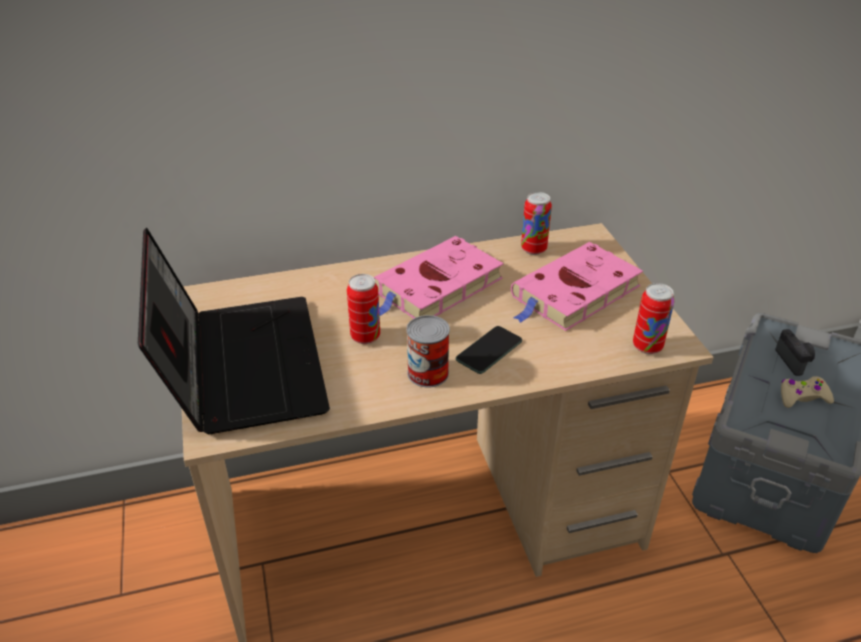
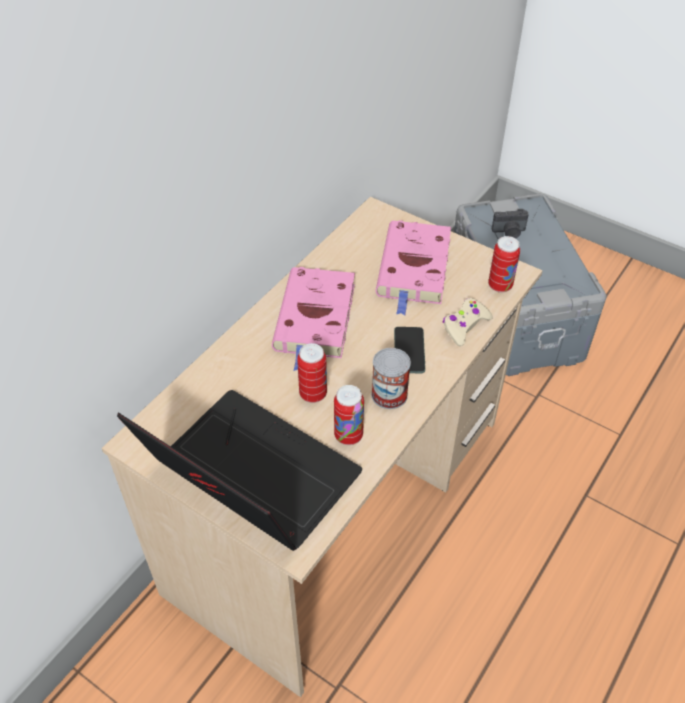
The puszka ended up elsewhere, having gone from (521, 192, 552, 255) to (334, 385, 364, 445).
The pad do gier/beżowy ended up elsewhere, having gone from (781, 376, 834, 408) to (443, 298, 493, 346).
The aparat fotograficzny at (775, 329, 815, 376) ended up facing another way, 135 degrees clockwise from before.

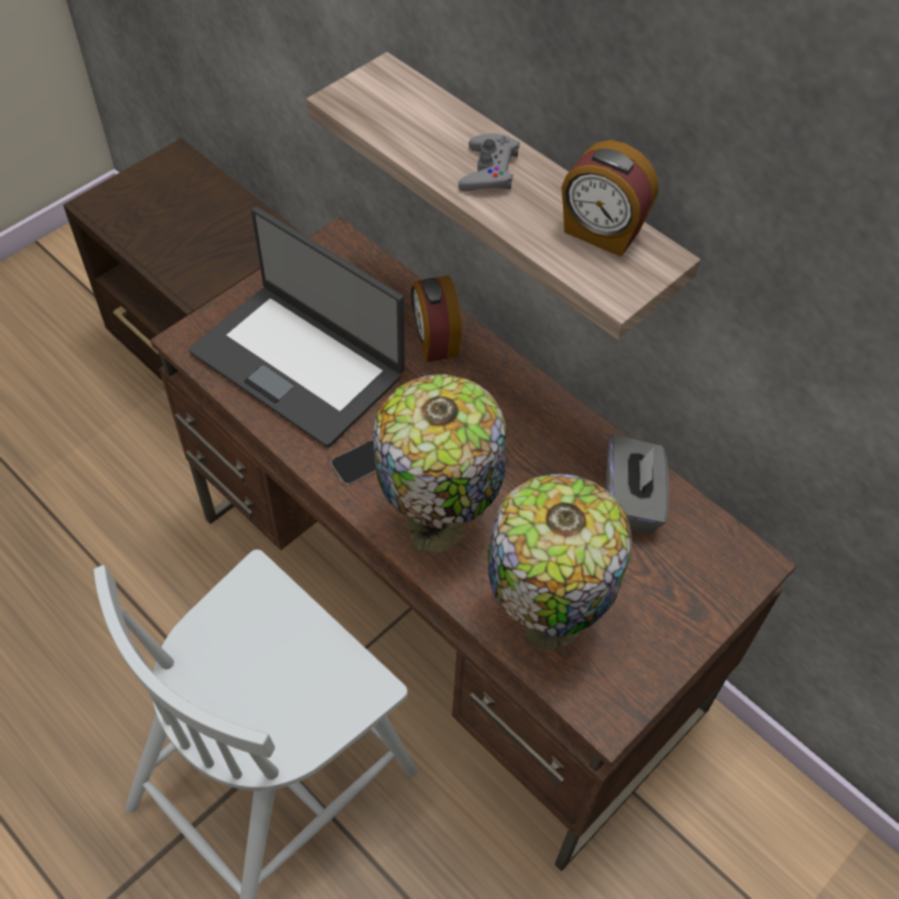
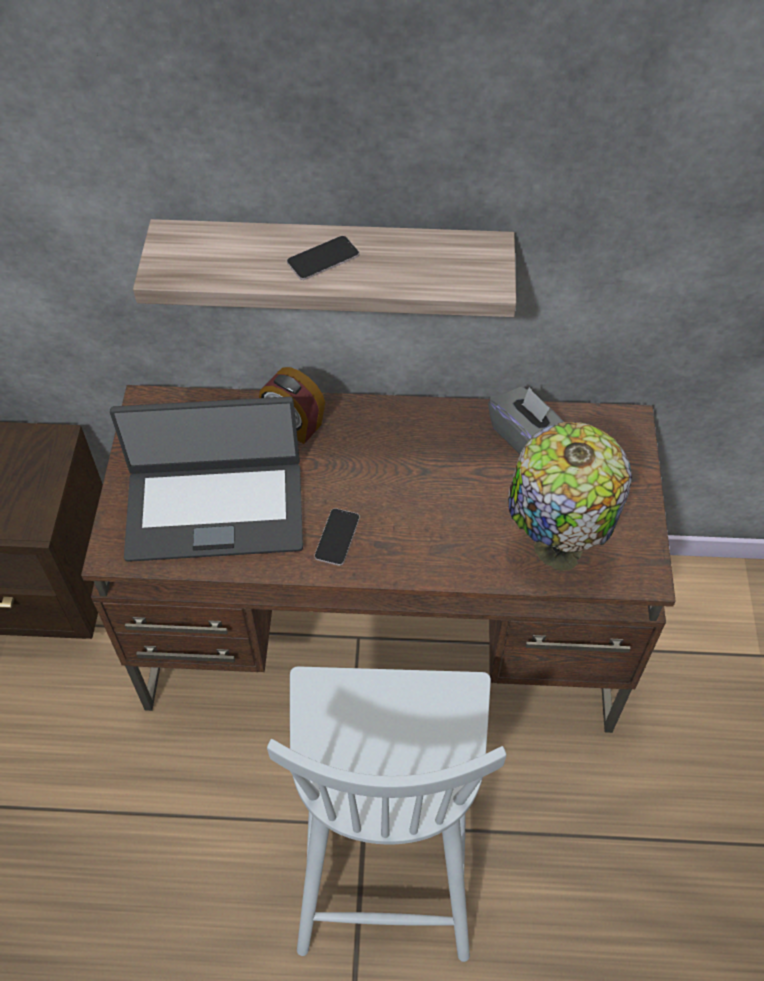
Where the pad do gier/szary stood at (458, 134, 520, 191), the telefon came to stand at (287, 236, 359, 280).
The second view lost the lampa stołowa at (373, 374, 506, 552).
The second view lost the budzik at (561, 140, 658, 257).

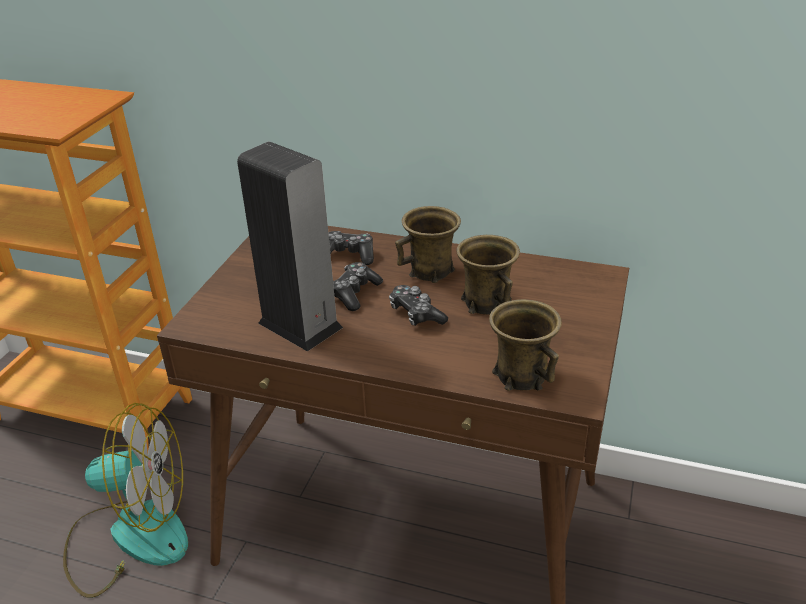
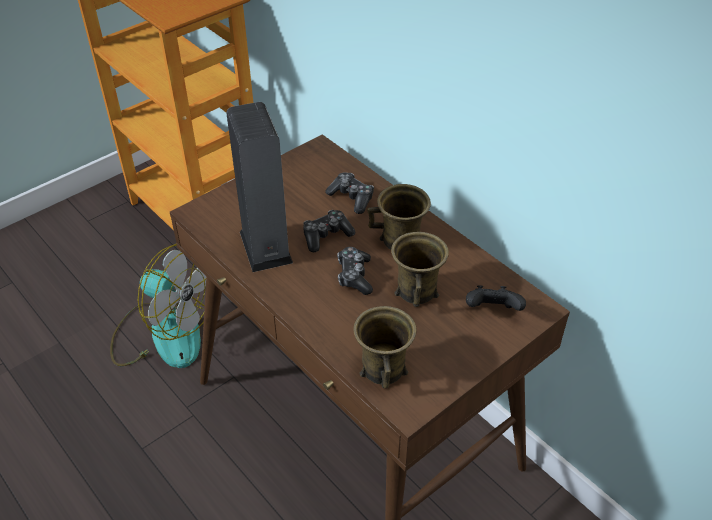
The second view gained the pad do gier/czarny at (466, 285, 526, 311).

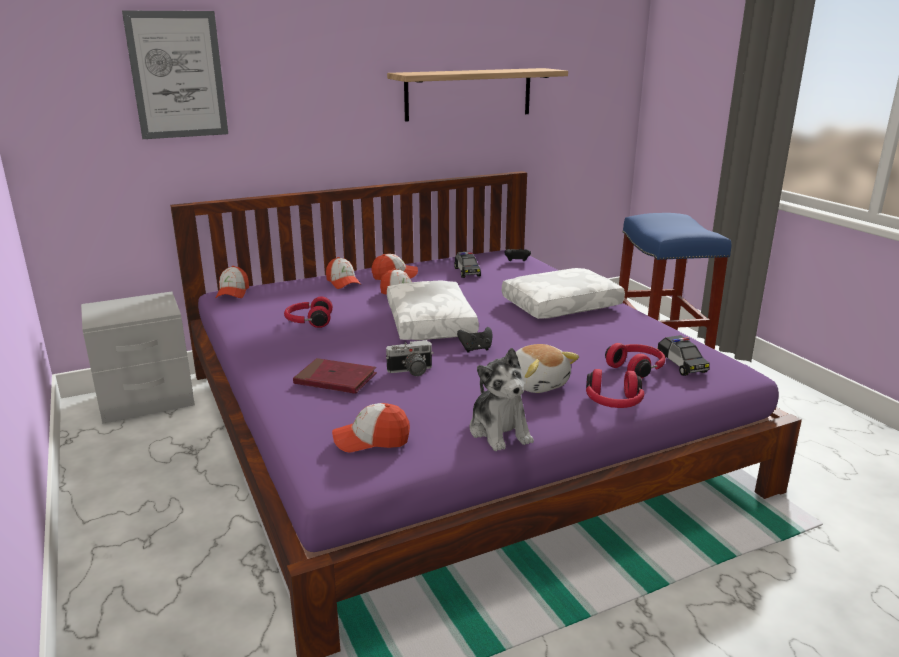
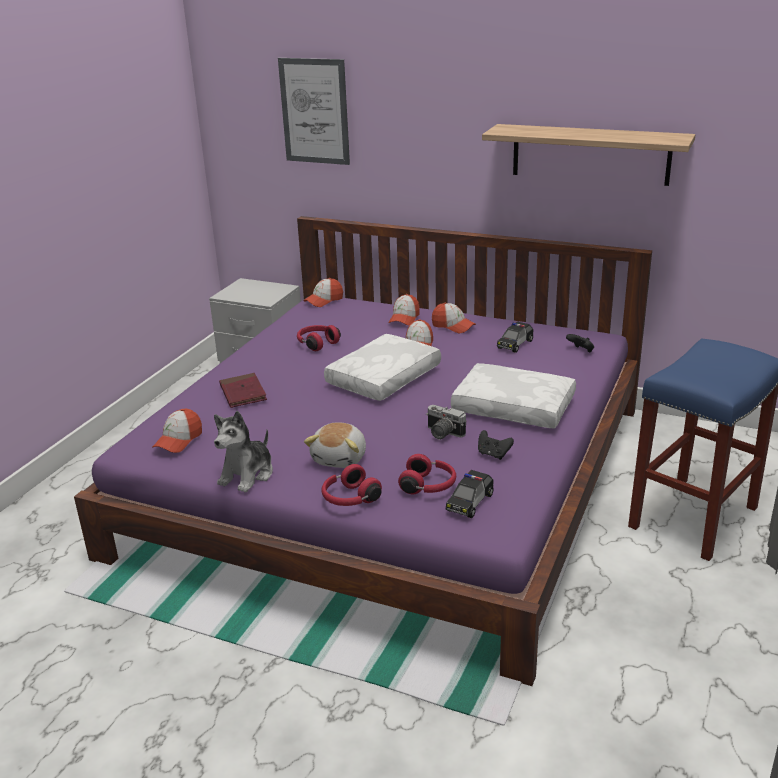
The czapka z daszkiem at (332, 403, 410, 453) ended up facing another way, 105 degrees counterclockwise from before.
The aparat fotograficzny ended up elsewhere, having gone from (386, 340, 434, 376) to (426, 405, 467, 440).
The pad do gier/czarny ended up elsewhere, having gone from (457, 327, 492, 353) to (478, 430, 514, 460).

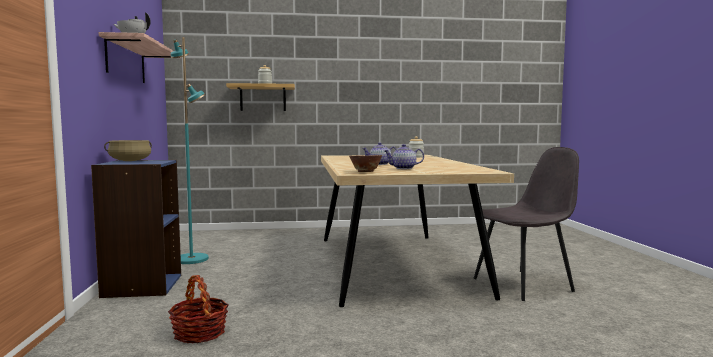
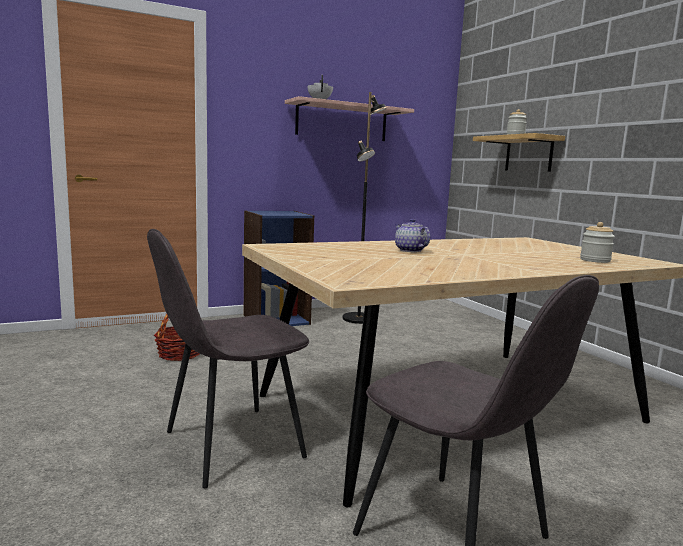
The second view gained the krzesło/szary at (147, 229, 309, 488).
What was the lampa stojąca/turkusowy at (170, 37, 209, 264) turned into the lampa stojąca/czarny at (343, 92, 386, 324).
The second view lost the garnek/beżowy at (104, 140, 152, 161).
The second view lost the miska at (349, 155, 382, 172).
The second view lost the imbryk at (384, 144, 424, 169).

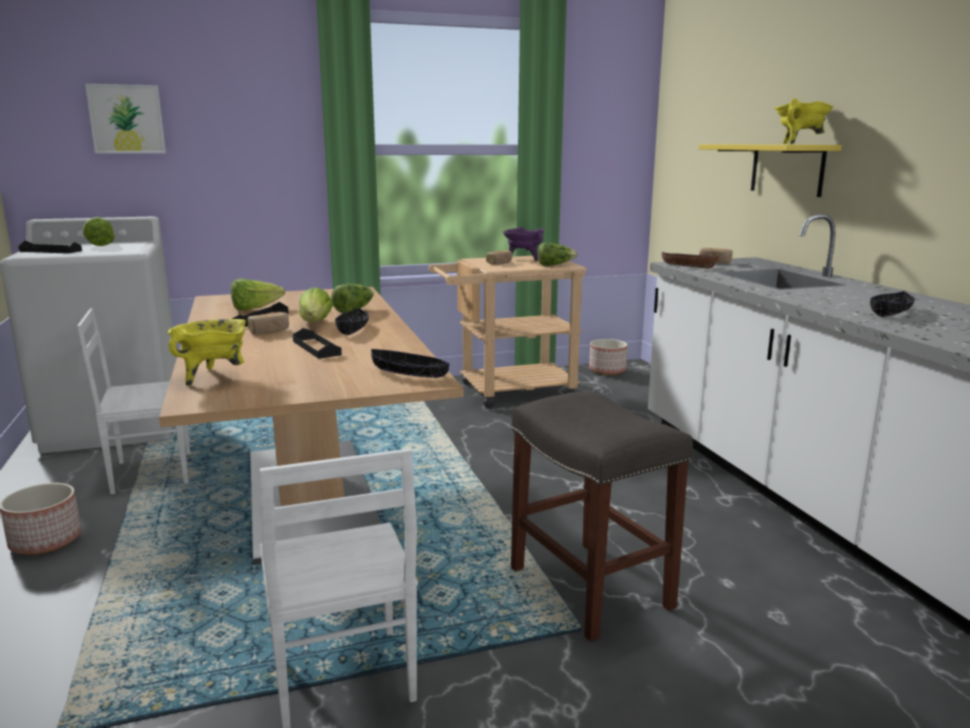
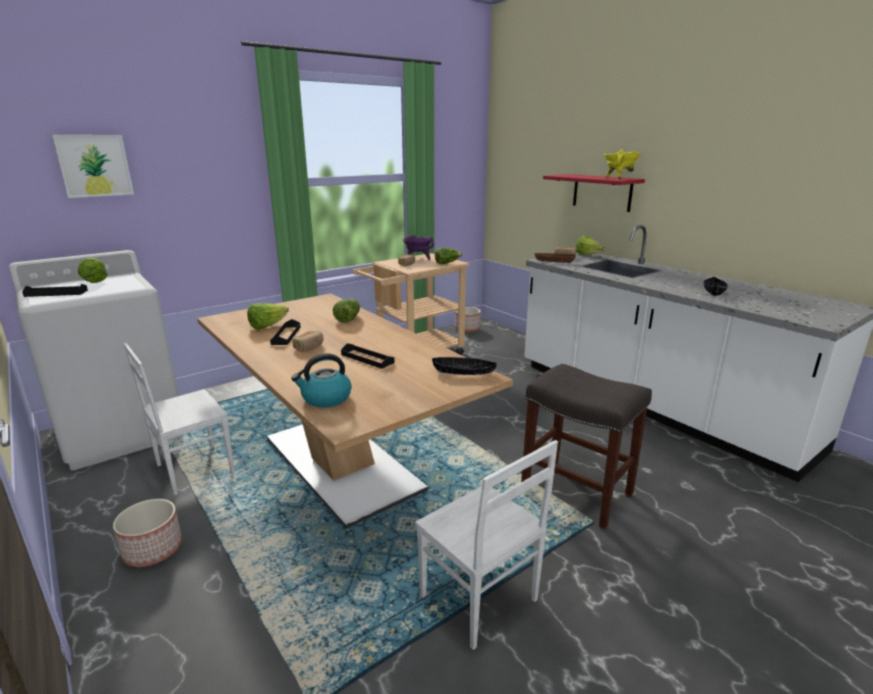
Where the garnek/żółty stood at (168, 319, 246, 386), the czajnik came to stand at (291, 353, 352, 407).
What was the półka/żółty at (699, 144, 842, 197) turned into the półka/czerwony at (543, 174, 645, 212).
The sałata ended up elsewhere, having gone from (299, 287, 333, 322) to (576, 235, 605, 255).
The second view lost the miska/czarny at (335, 308, 369, 336).

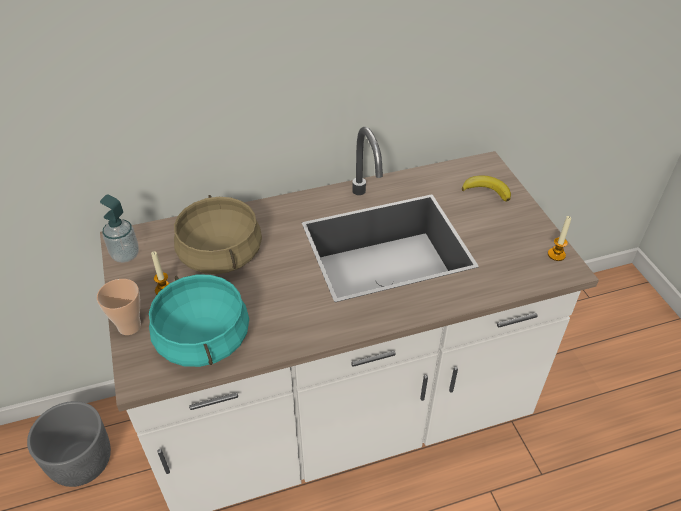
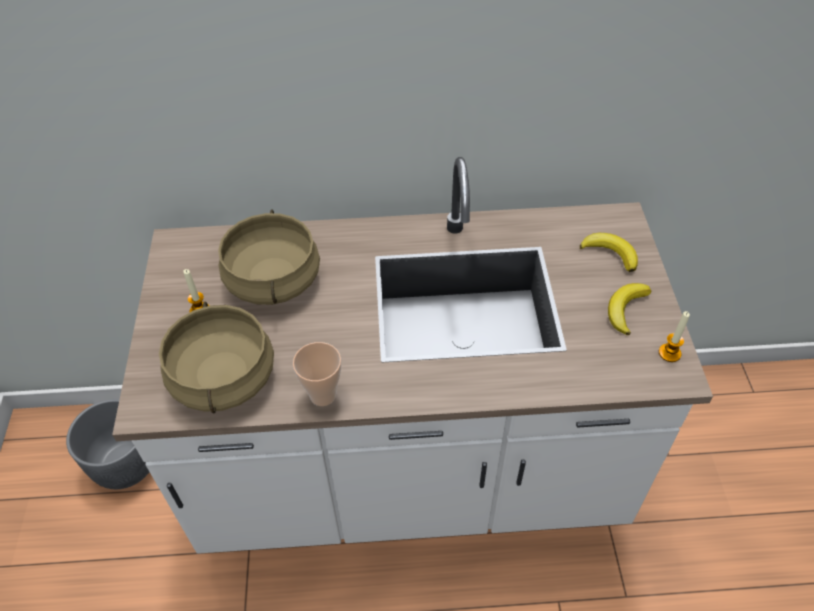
What was the garnek/turkusowy at (149, 275, 249, 367) turned into the garnek/beżowy at (159, 302, 274, 413).
The filiżanka ended up elsewhere, having gone from (97, 279, 141, 335) to (293, 342, 341, 406).
The second view gained the banan at (608, 283, 651, 335).
The second view lost the dozownik mydła at (100, 194, 139, 263).

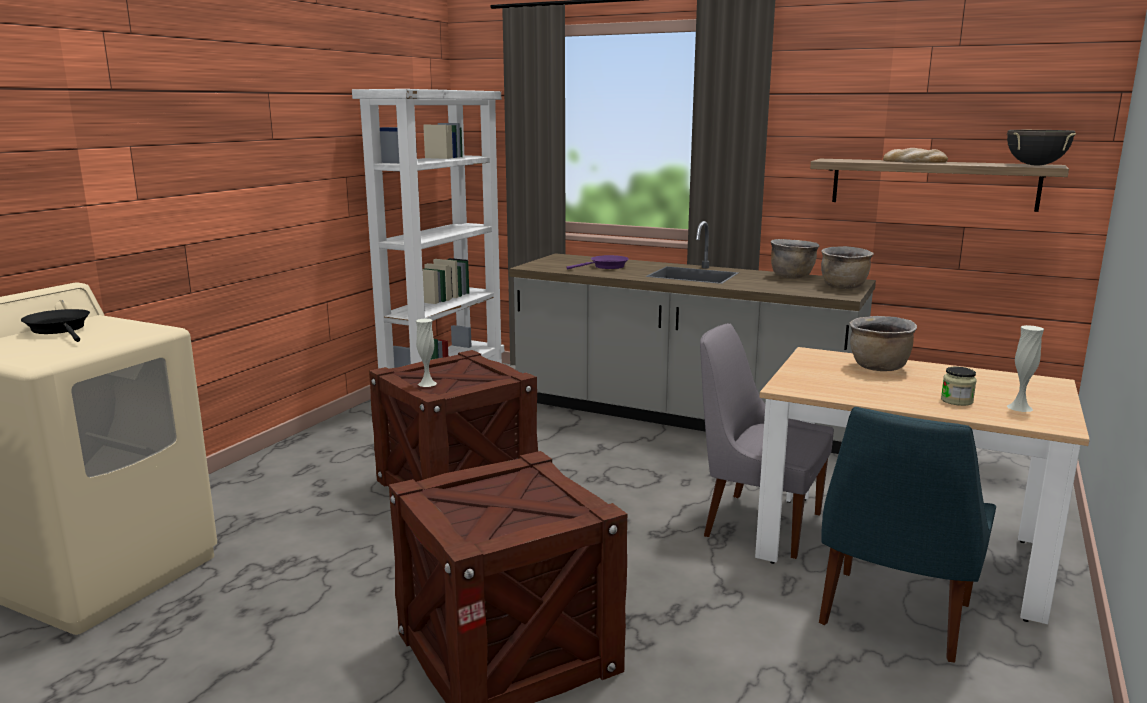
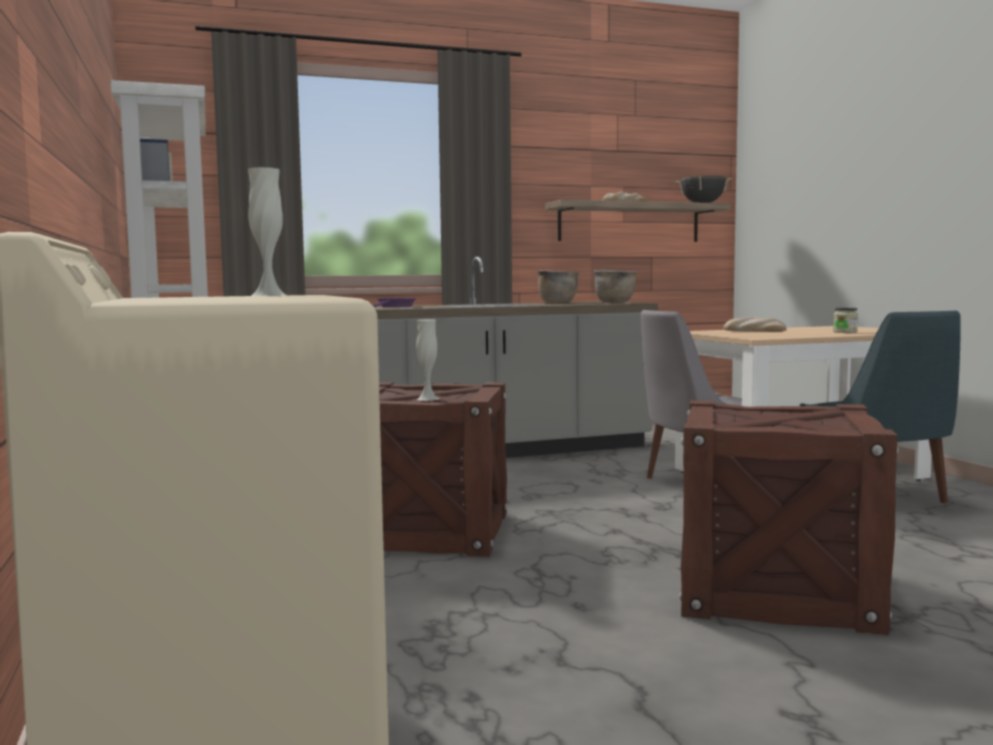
The wazon/biały ended up elsewhere, having gone from (1007, 325, 1044, 412) to (248, 167, 286, 296).
Where the garnek/brązowy stood at (849, 316, 917, 371), the chleb came to stand at (723, 317, 787, 332).
The second view lost the patelnia/czarny at (21, 309, 90, 342).

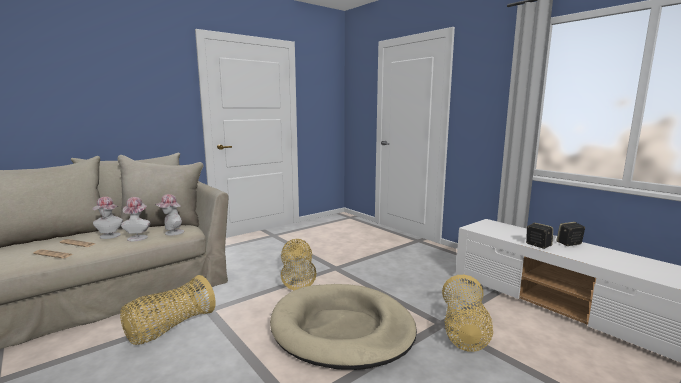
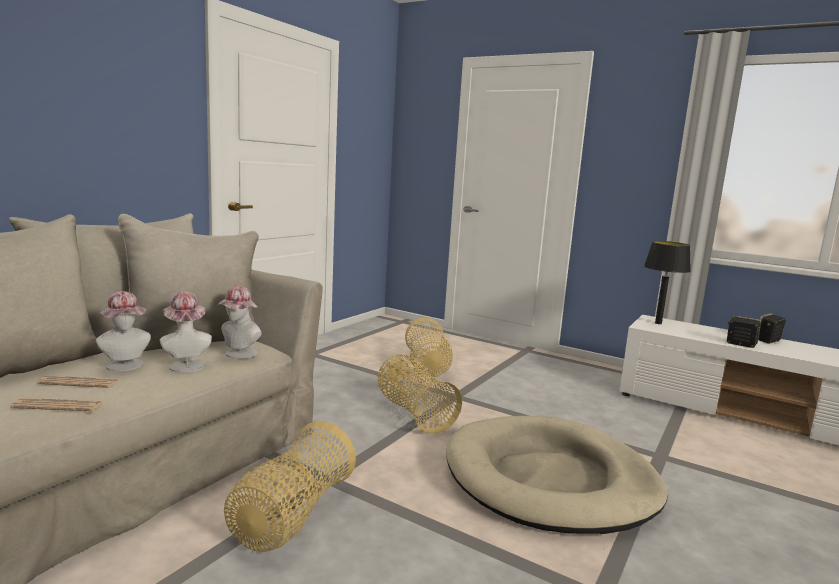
The koszyk ended up elsewhere, having gone from (442, 275, 493, 352) to (405, 318, 453, 377).
The second view gained the lampa stołowa/czarny at (644, 241, 691, 324).

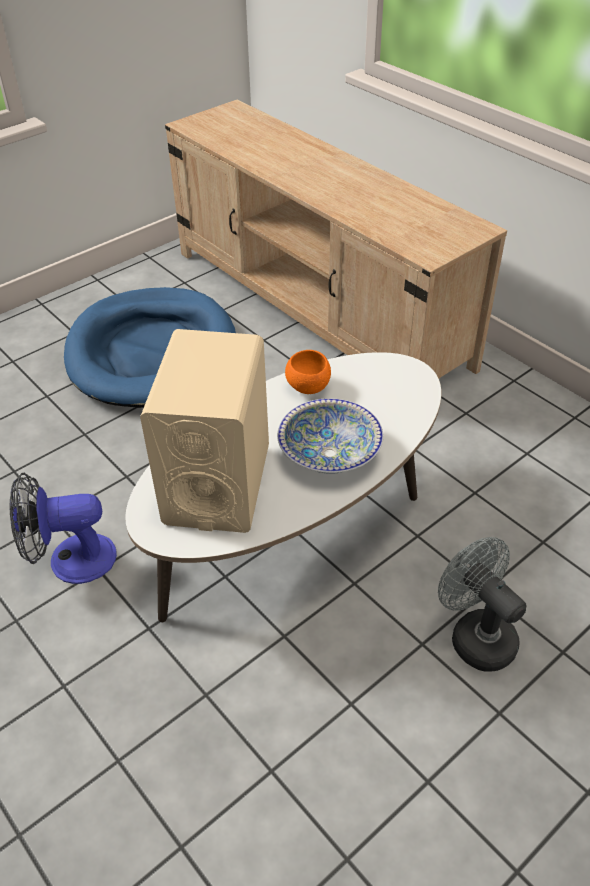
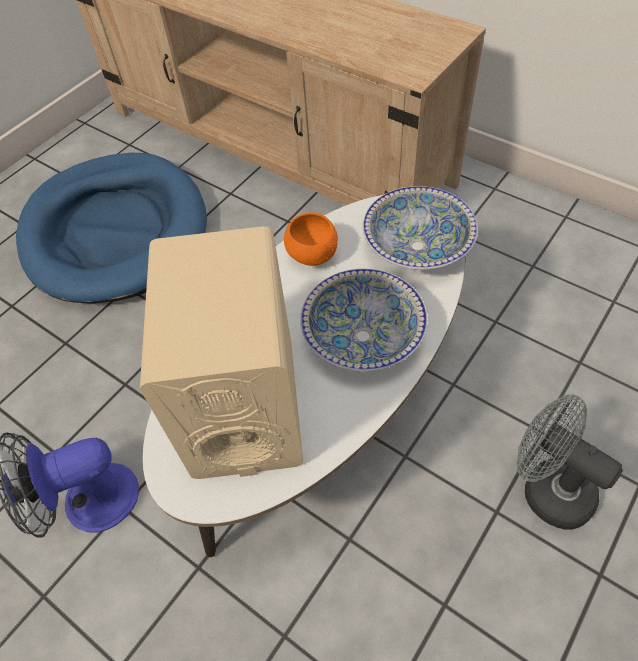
The second view gained the miska at (363, 186, 478, 270).

